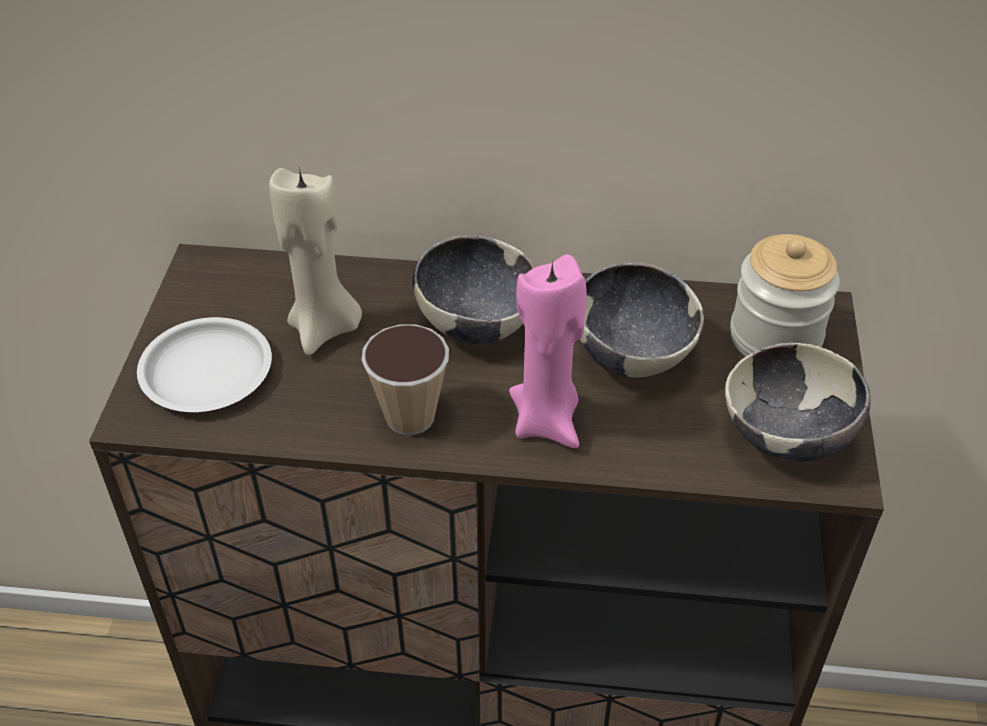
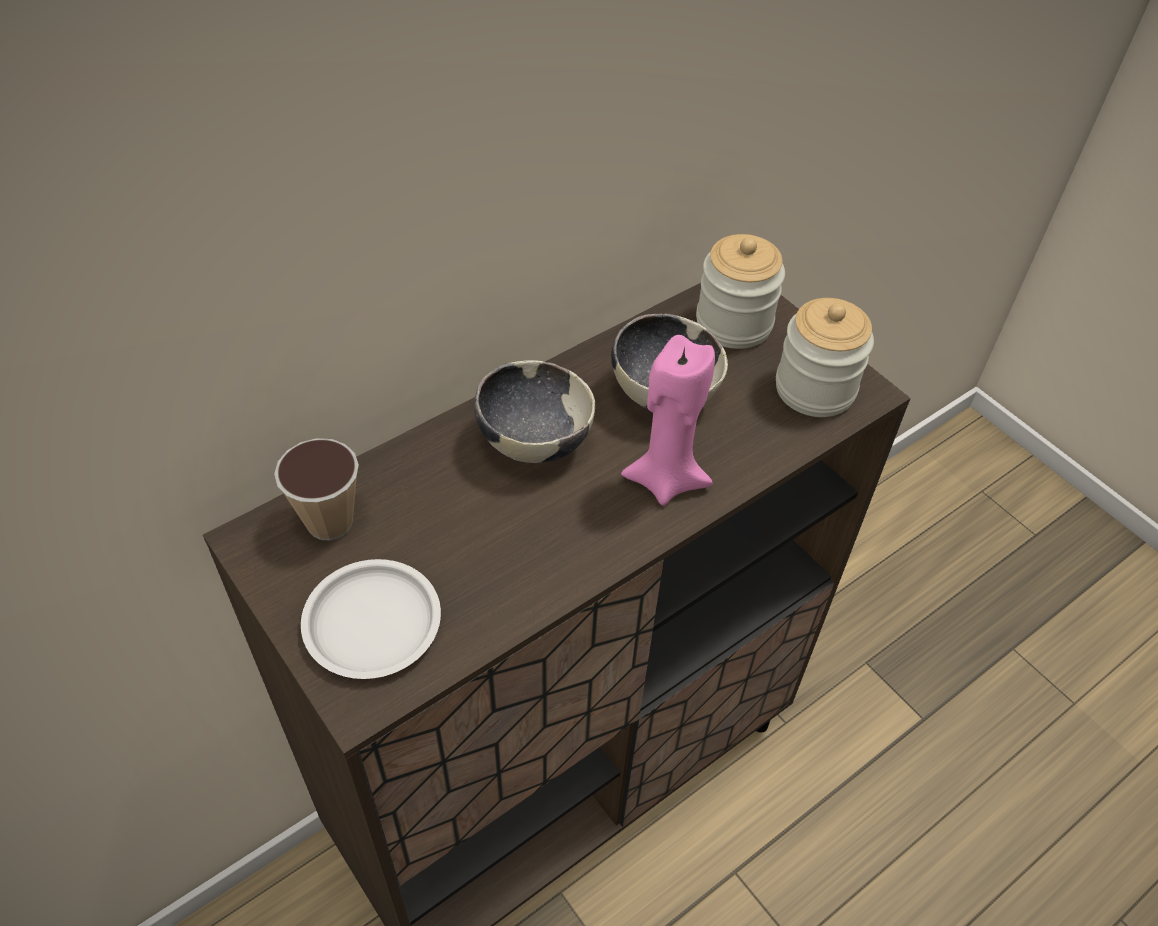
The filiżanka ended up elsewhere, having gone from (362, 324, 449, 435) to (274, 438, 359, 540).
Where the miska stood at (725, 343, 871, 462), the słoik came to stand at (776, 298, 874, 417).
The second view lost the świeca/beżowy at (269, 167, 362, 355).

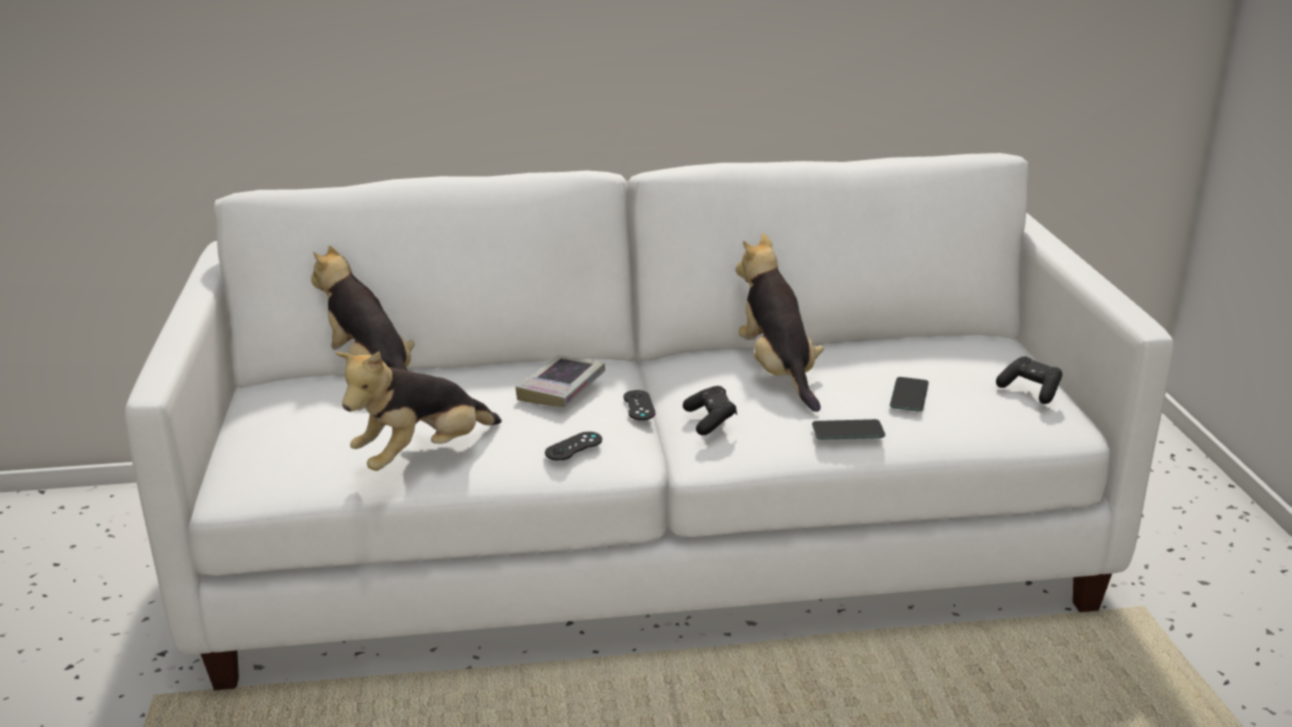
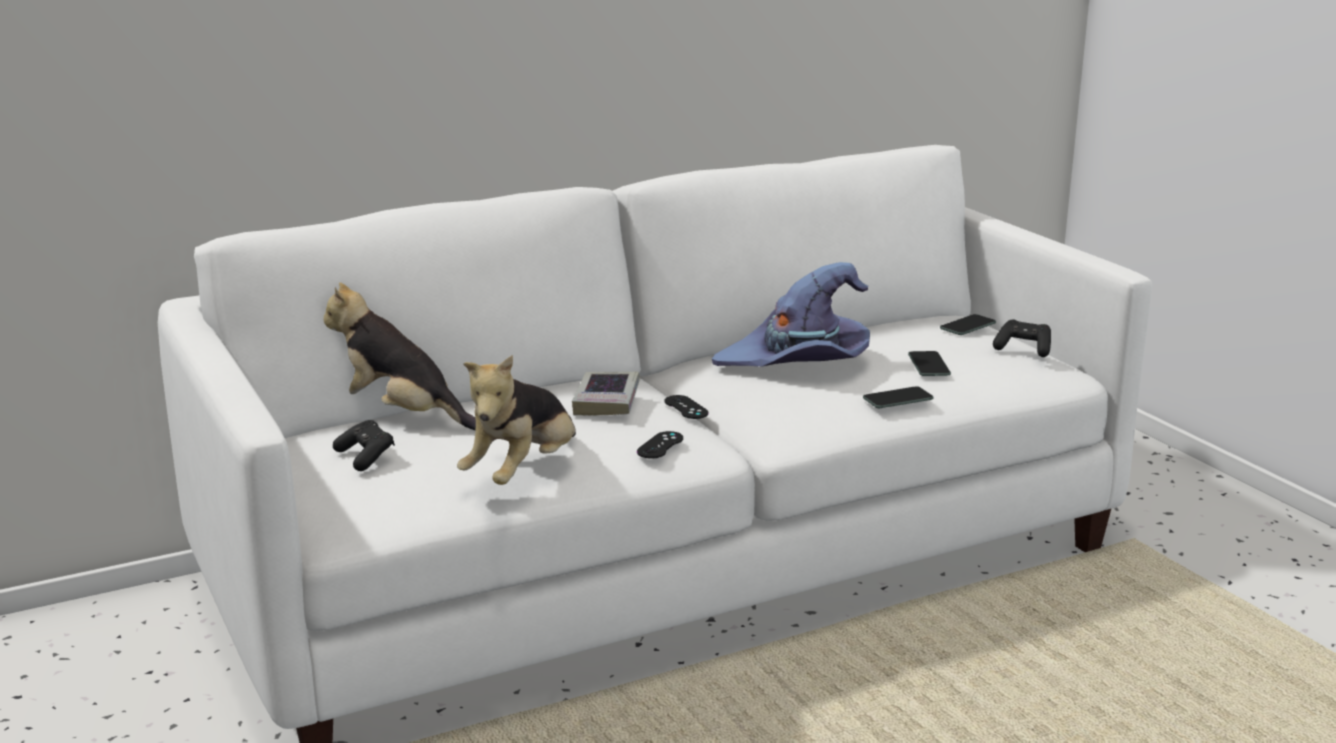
The pad do gier/czarny ended up elsewhere, having gone from (683, 386, 737, 435) to (333, 420, 395, 471).
Where the pluszak stood at (735, 233, 824, 412), the kapelusz/fioletowy came to stand at (712, 262, 870, 367).
The second view gained the telefon at (940, 314, 996, 335).

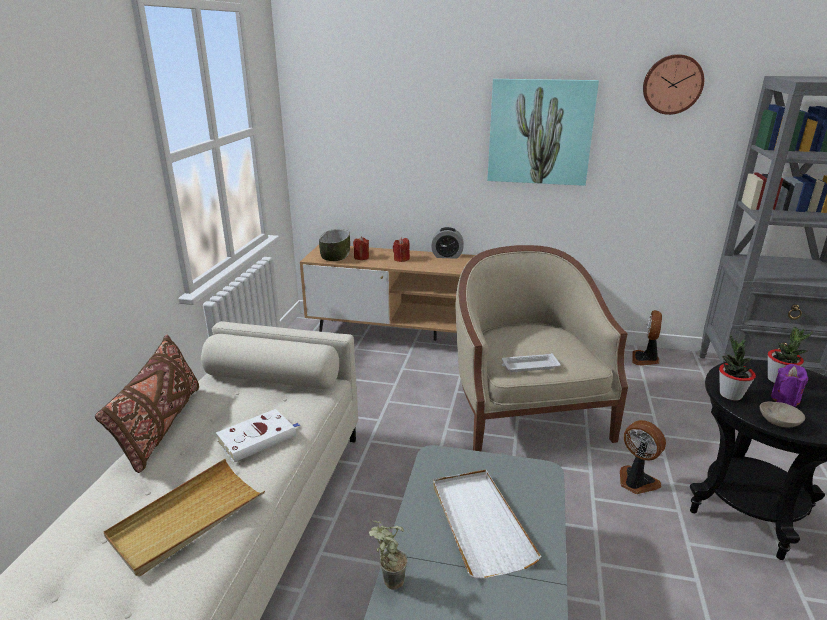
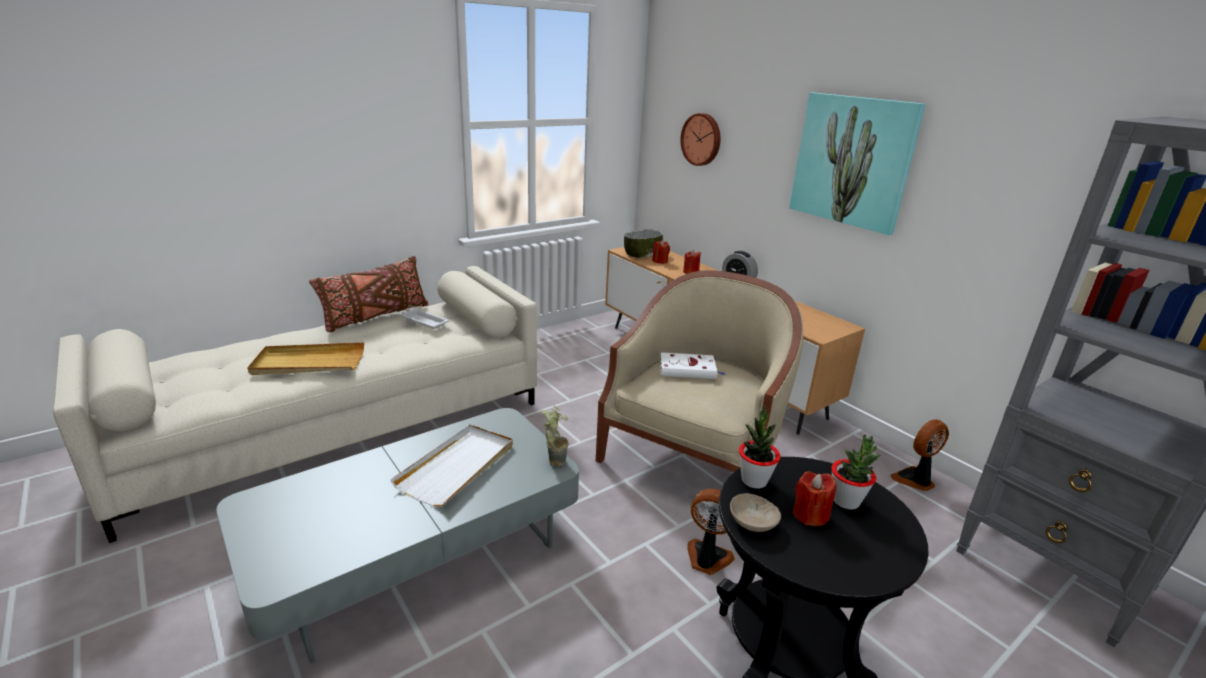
The taca/biały ended up elsewhere, having gone from (502, 353, 561, 372) to (401, 309, 450, 329).
The roślina doniczkowa ended up elsewhere, having gone from (369, 521, 408, 590) to (541, 405, 569, 466).
The książka/biały ended up elsewhere, having gone from (216, 409, 300, 462) to (660, 352, 726, 379).
The zegar ścienny ended up elsewhere, having gone from (643, 54, 704, 115) to (680, 113, 721, 166).
The wentylator at (620, 420, 666, 494) ended up facing another way, 60 degrees counterclockwise from before.
What was the świeca/fioletowy at (771, 364, 808, 407) turned into the świeca/czerwony at (793, 471, 836, 526).

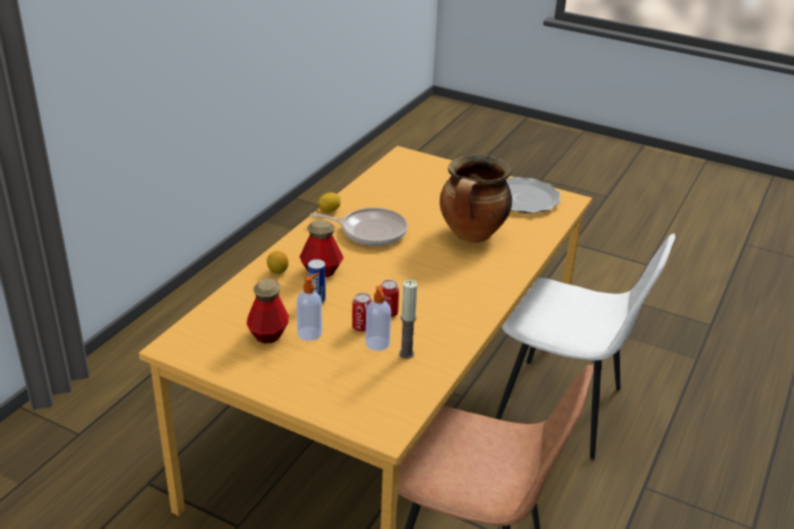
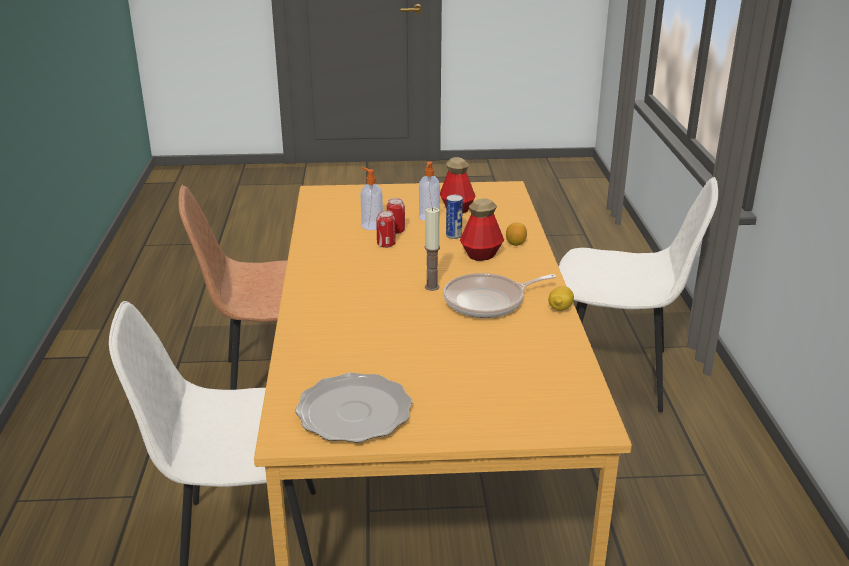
The świeca ended up elsewhere, having gone from (399, 280, 418, 359) to (425, 207, 440, 291).
The second view gained the krzesło/biały at (559, 177, 718, 412).
The second view lost the garnek at (440, 155, 512, 243).

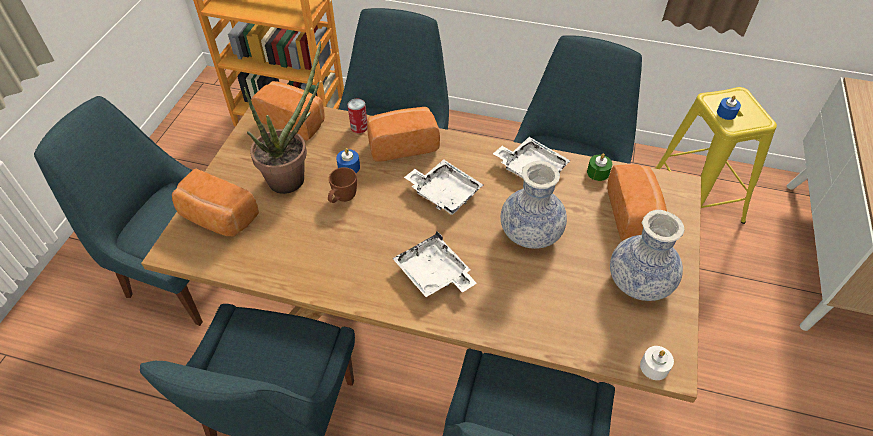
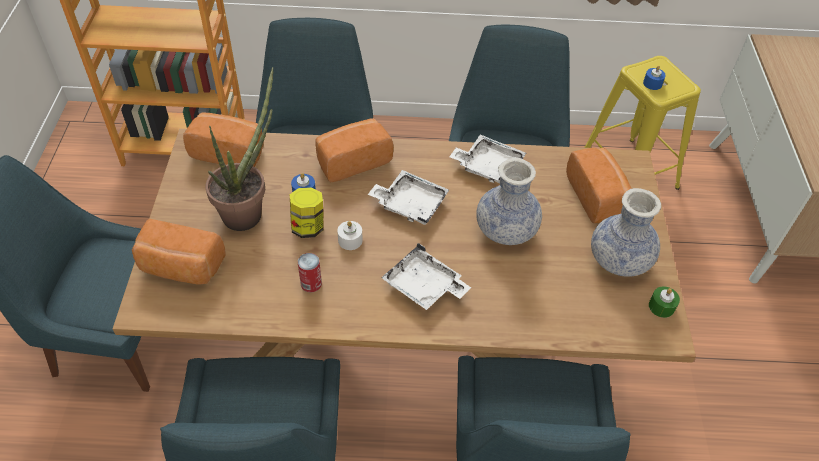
Where the kubek/brązowy stood at (328, 167, 357, 203), the słoik came to stand at (290, 187, 323, 238).
The puszka ended up elsewhere, having gone from (348, 99, 368, 133) to (298, 253, 322, 293).
The świeca/biały ended up elsewhere, having gone from (640, 346, 674, 380) to (337, 221, 363, 250).
The świeca/zielony ended up elsewhere, having gone from (587, 154, 612, 181) to (649, 286, 680, 318).

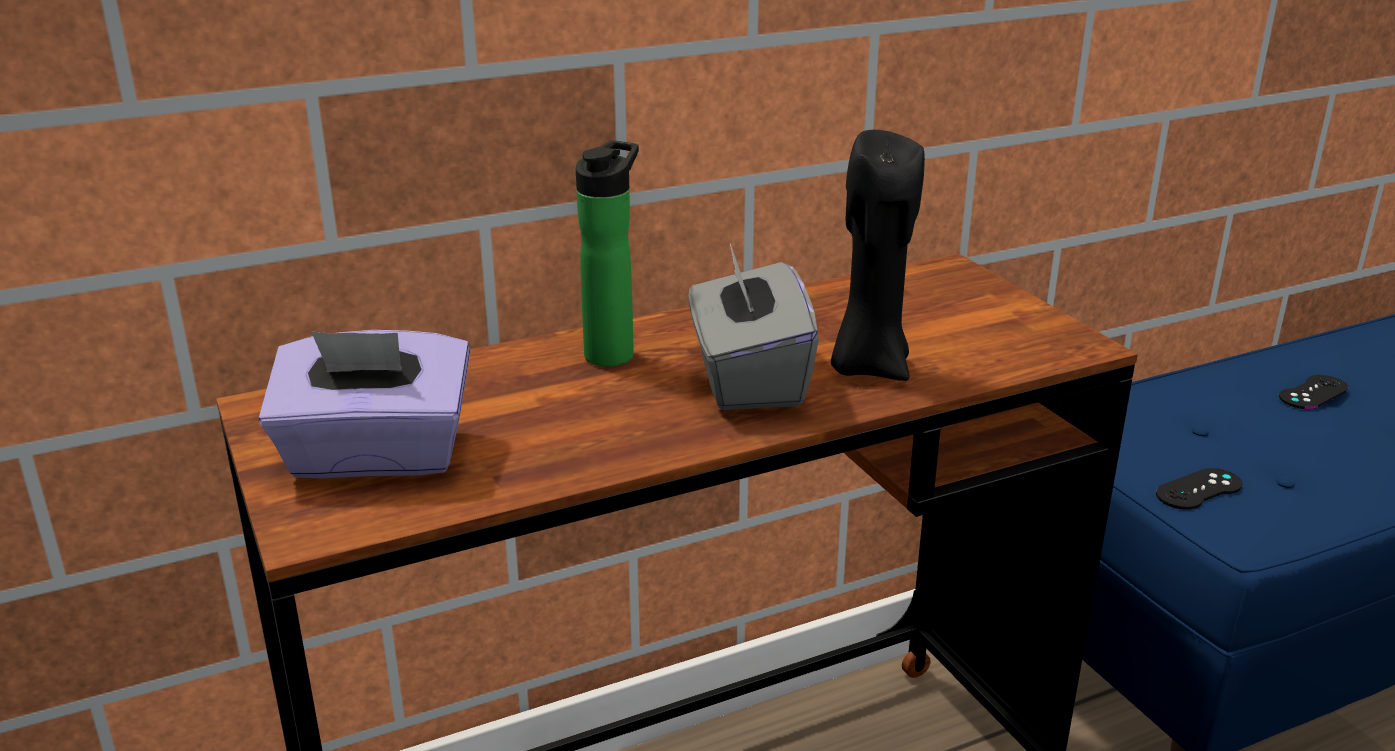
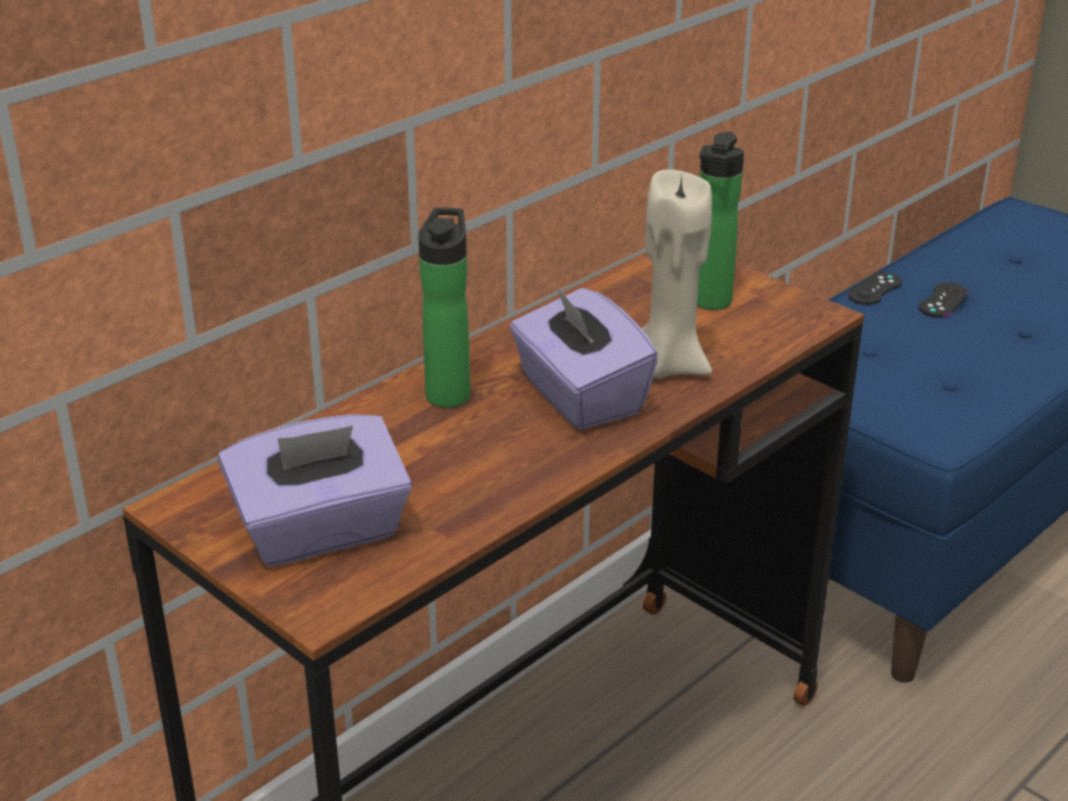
What was the pudełko chusteczek/szary at (689, 243, 819, 410) turned into the pudełko chusteczek/fioletowy at (510, 285, 658, 430).
What was the świeca/czarny at (831, 130, 925, 381) turned into the świeca/beżowy at (641, 169, 712, 378).
The second view gained the butelka at (697, 131, 744, 310).
The pad do gier/czarny ended up elsewhere, having gone from (1156, 468, 1242, 510) to (848, 272, 902, 305).

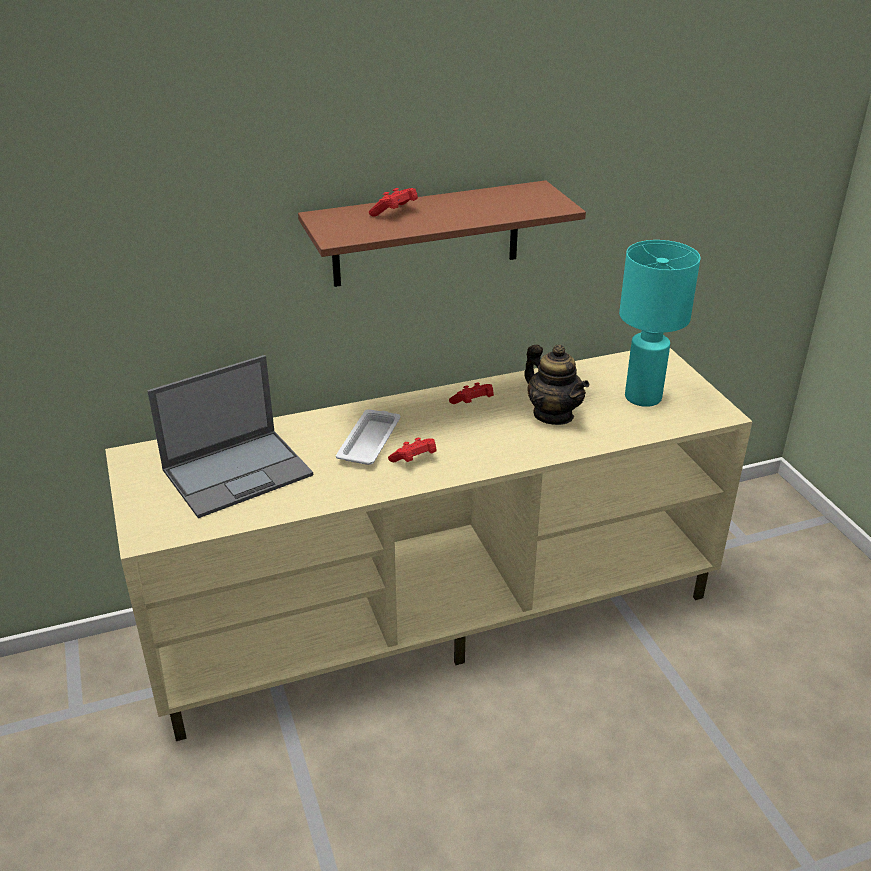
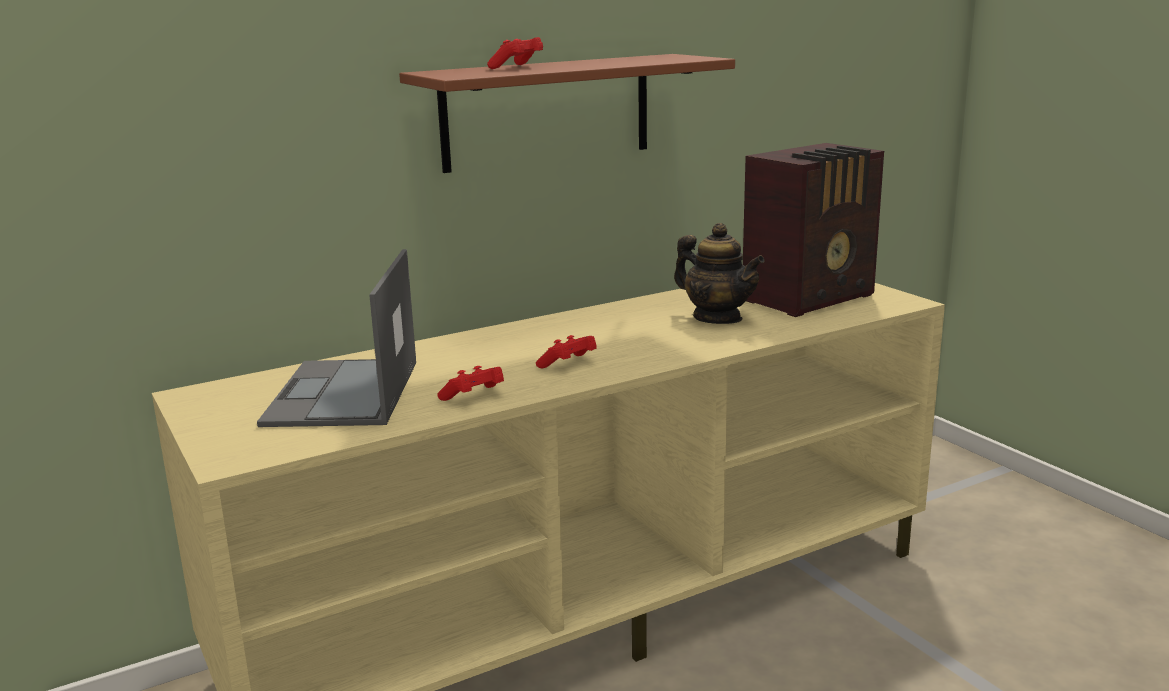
The laptop at (147, 355, 313, 518) ended up facing another way, 135 degrees clockwise from before.
The pad do gier/czerwony ended up elsewhere, having gone from (449, 382, 494, 404) to (437, 366, 504, 401).
Where the lampa stołowa/turkusowy stood at (619, 240, 701, 407), the radio came to stand at (743, 143, 884, 317).
The second view lost the taca/biały at (336, 409, 401, 465).

